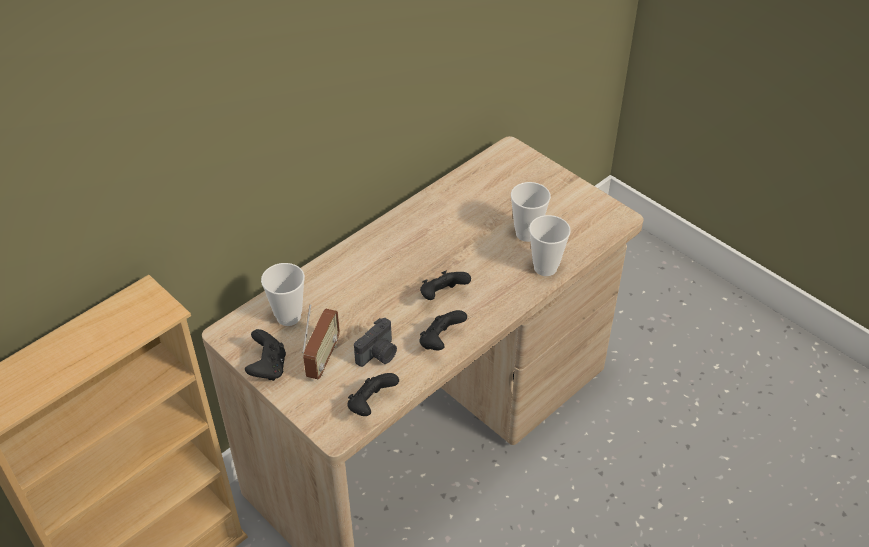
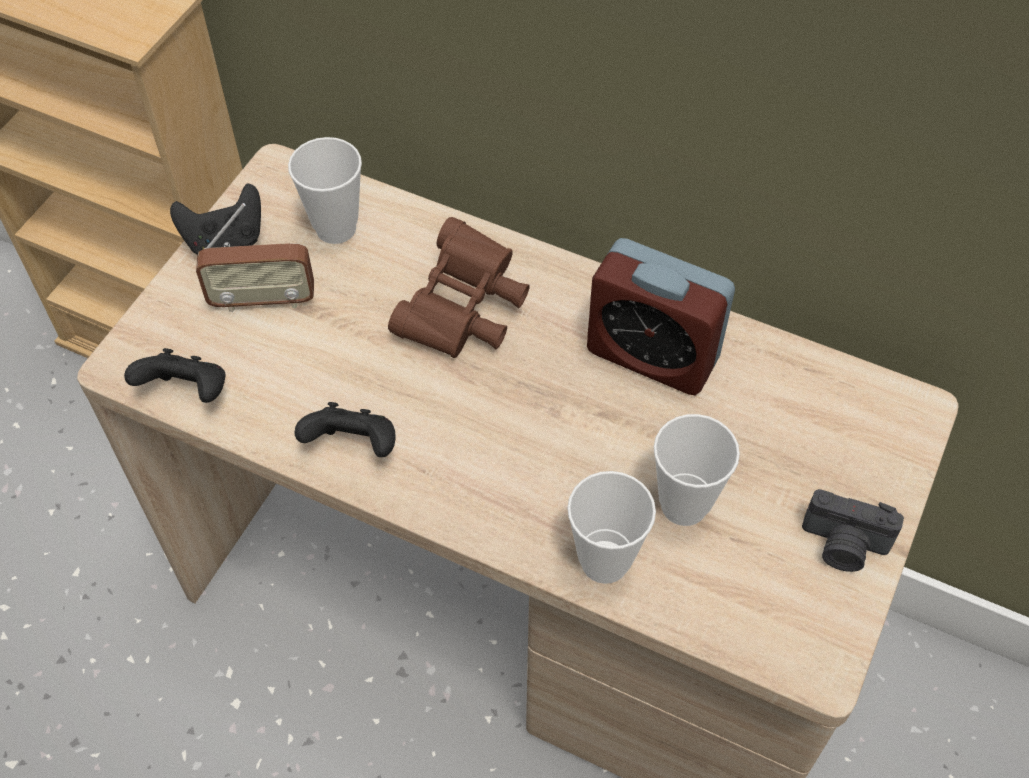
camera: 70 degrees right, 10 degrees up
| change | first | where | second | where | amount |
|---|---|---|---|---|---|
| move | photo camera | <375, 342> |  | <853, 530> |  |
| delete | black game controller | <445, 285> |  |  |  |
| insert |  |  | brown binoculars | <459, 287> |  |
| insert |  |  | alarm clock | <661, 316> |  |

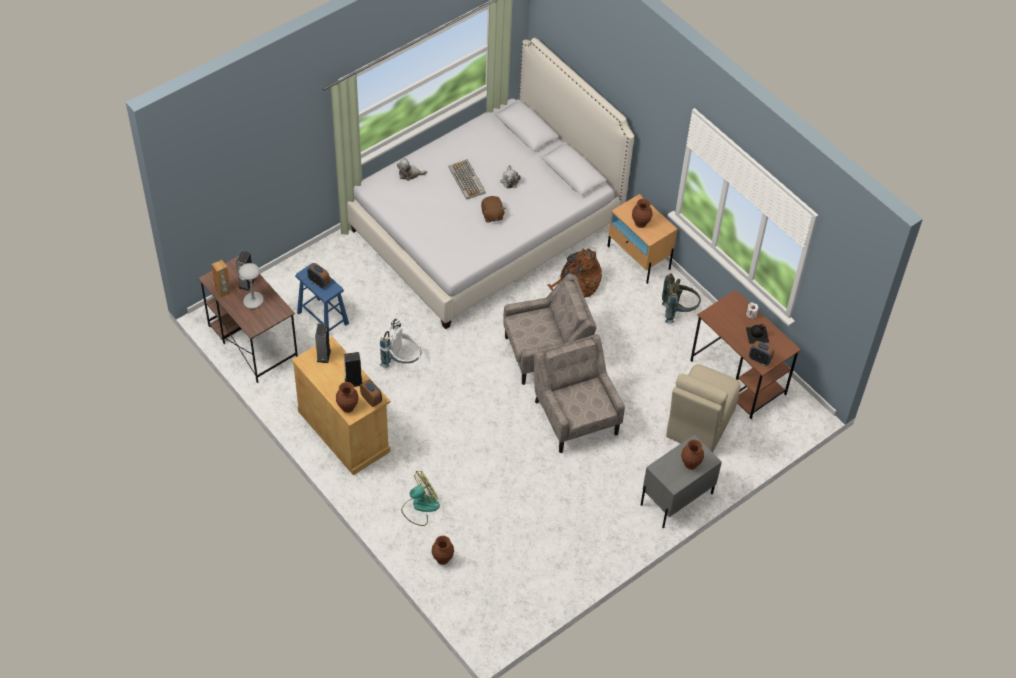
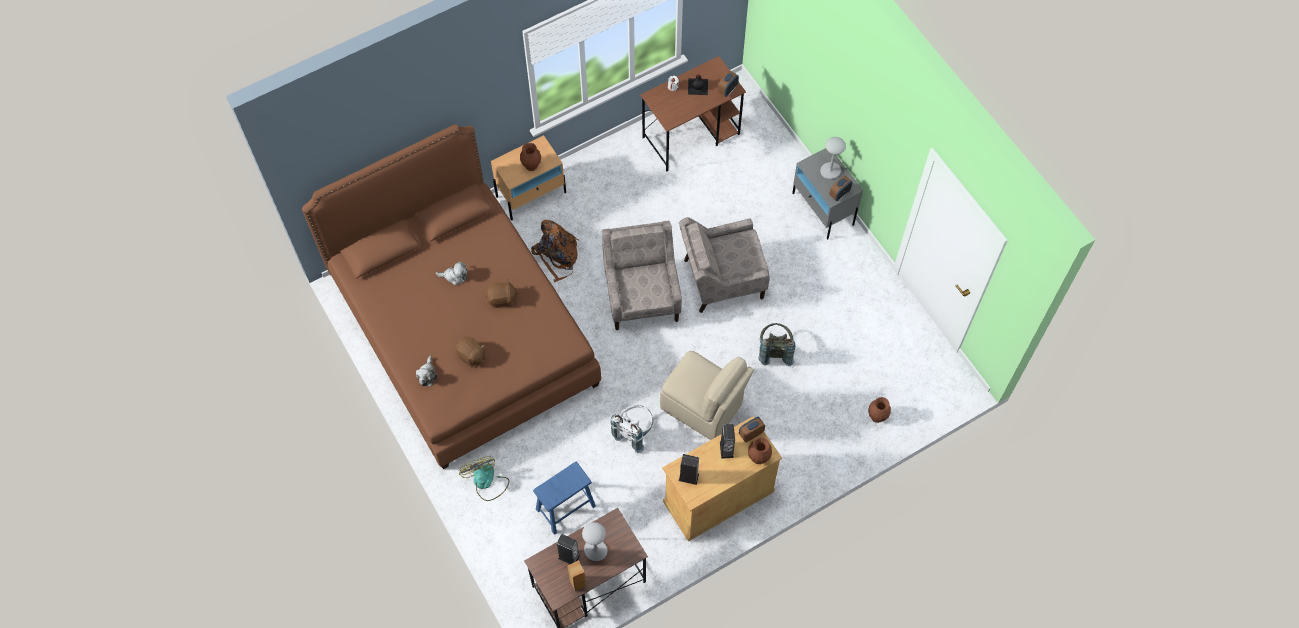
camera: 80 degrees left, 10 degrees up
| change | first | where | second | where | amount |
|---|---|---|---|---|---|
| move | alarm clock | <318, 275> |  | <841, 188> |  |
| recolor | white bed | <490, 183> | brown bed | <451, 297> |  |
| move | fan | <420, 498> |  | <484, 478> |  |
| delete | keyboard | <467, 179> |  |  |  |
| move | grey backpack | <681, 299> |  | <777, 344> |  |
| move | beige chair | <703, 408> |  | <707, 395> |  |
| replace | brown vase | <692, 455> | grey table lamp | <833, 158> |  |
| insert |  |  | brown plush toy | <470, 352> |  |

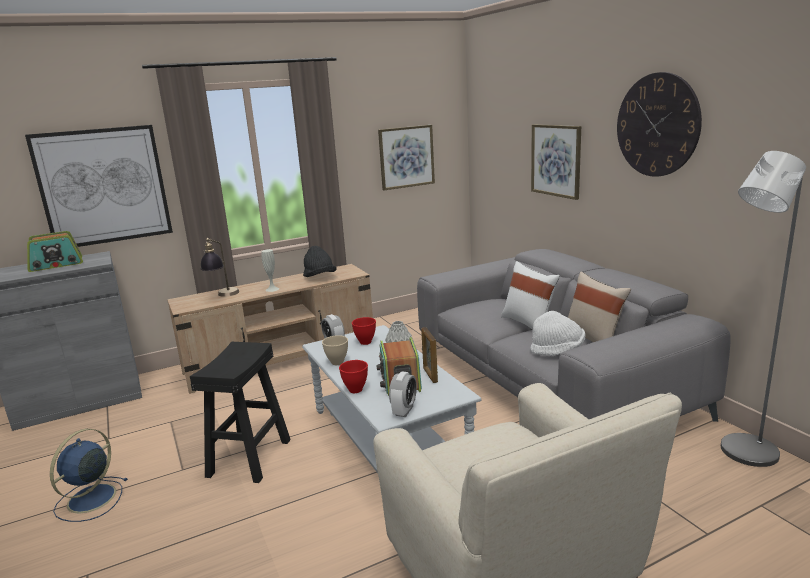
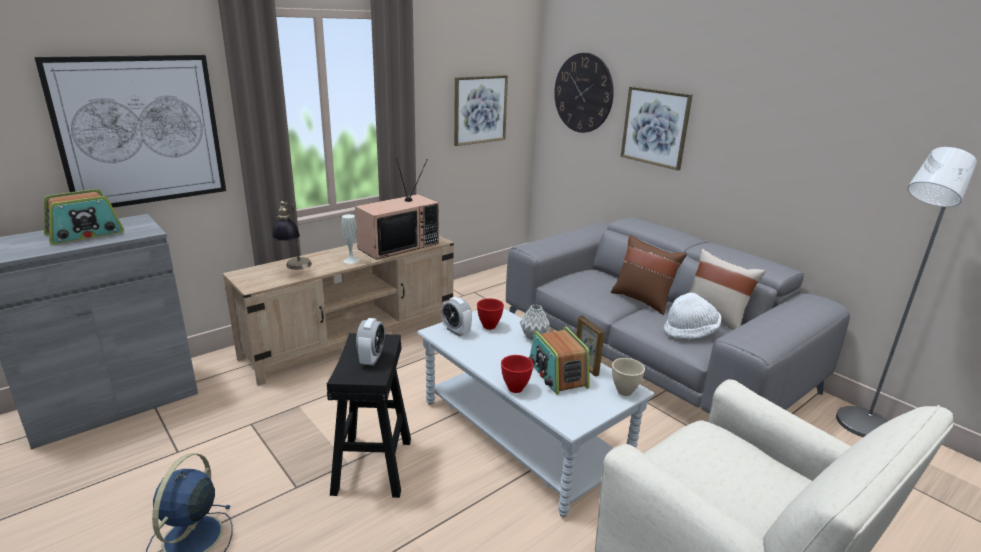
camera: 15 degrees left, 5 degrees up
| change | first | where | second | where | amount |
|---|---|---|---|---|---|
| replace | black hat | <320, 261> | television | <397, 209> |  |
| move | beige bowl | <335, 350> |  | <628, 377> |  |
| move | alarm clock | <403, 394> |  | <370, 342> |  |
| recolor | white pillow | <530, 295> | brown pillow | <649, 275> |  |
| move | wall clock | <659, 124> |  | <584, 93> |  |

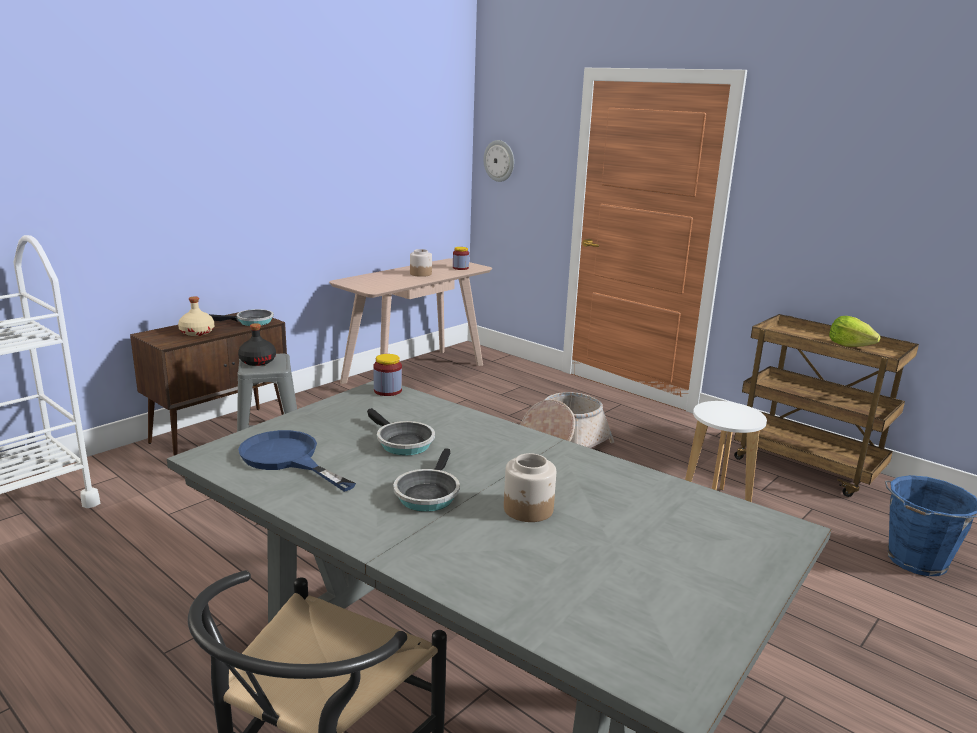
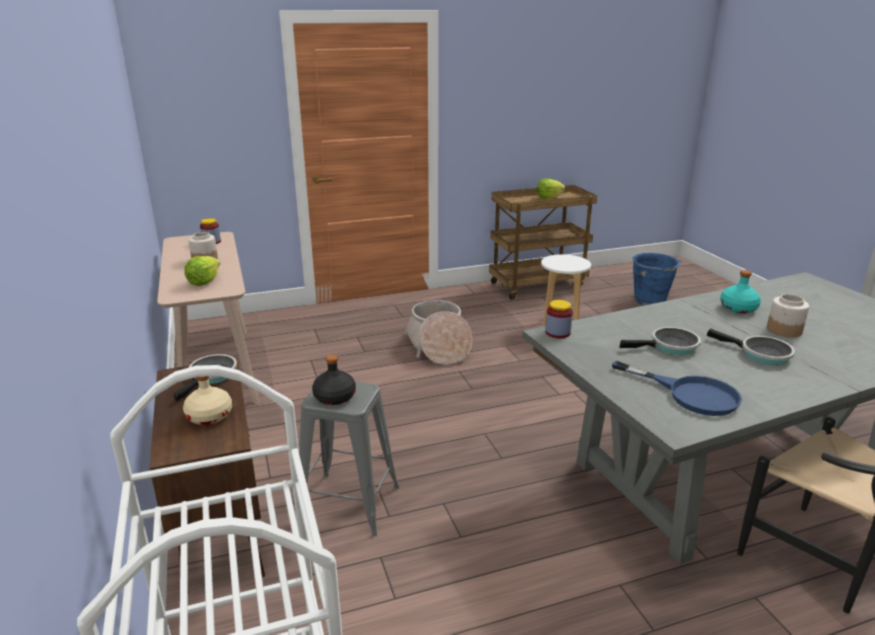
camera: 60 degrees left, 5 degrees up
| change | first | where | second | where | amount |
|---|---|---|---|---|---|
| rotate | blue frying pan | <297, 461> |  | <677, 388> | 120 degrees counterclockwise |
| delete | wall clock | <498, 161> |  |  |  |
| insert |  |  | lettuce | <202, 271> |  |
| insert |  |  | turquoise bottle | <740, 292> |  |

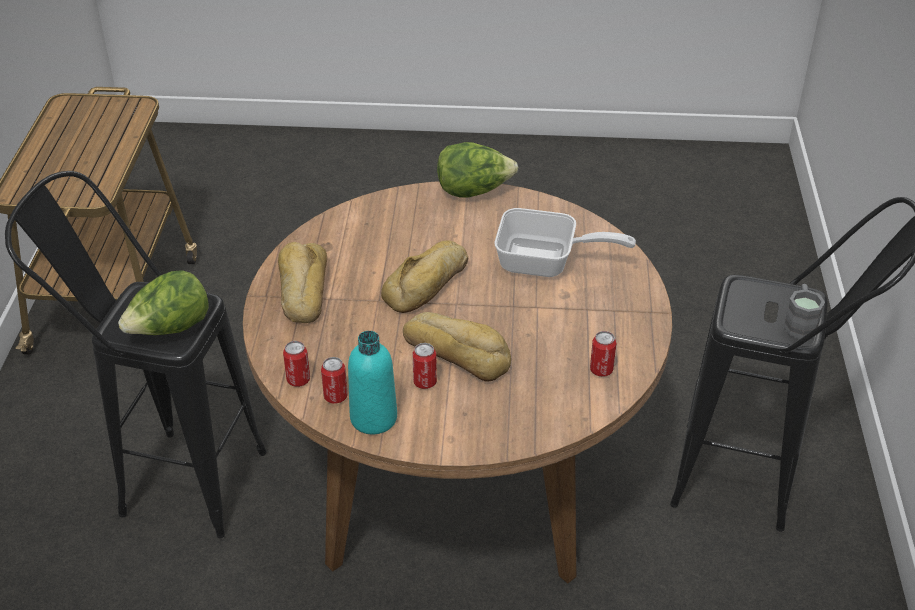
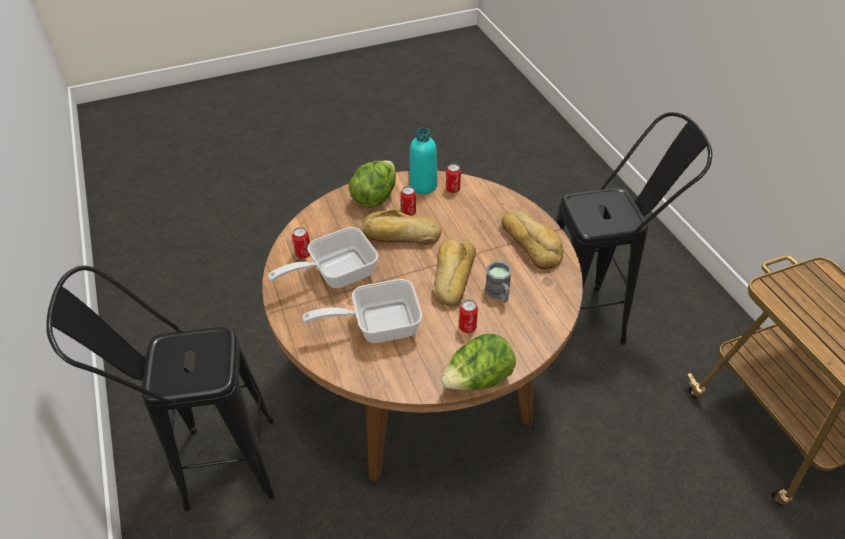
camera: 155 degrees right, 5 degrees up
| change | first | where | second | where | amount |
|---|---|---|---|---|---|
| move | lettuce | <163, 302> |  | <372, 184> |  |
| move | can | <296, 364> |  | <468, 316> |  |
| move | grey mug | <804, 312> |  | <498, 281> |  |
| insert |  |  | frying pan | <323, 257> |  |

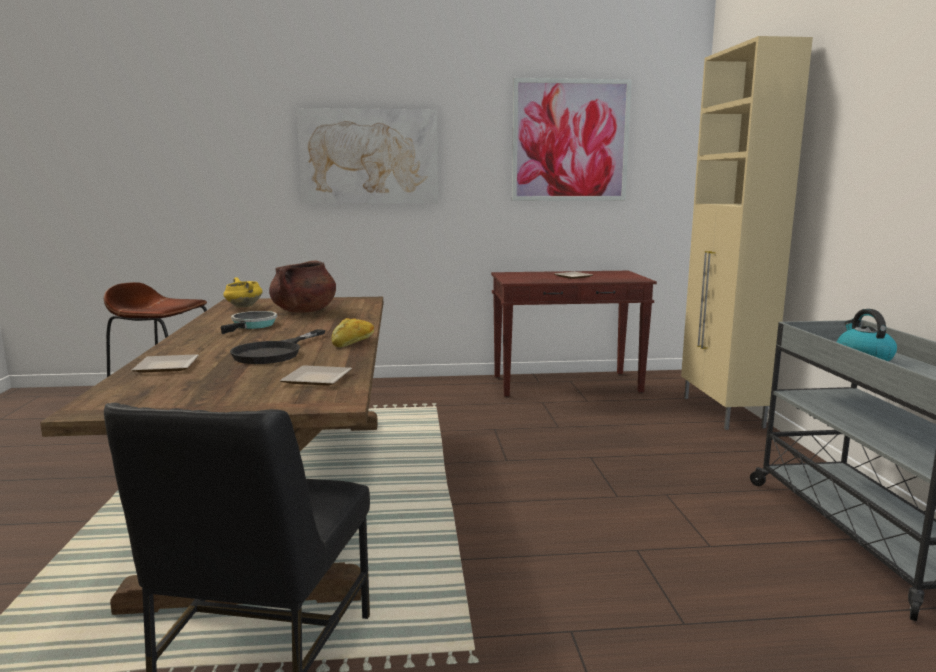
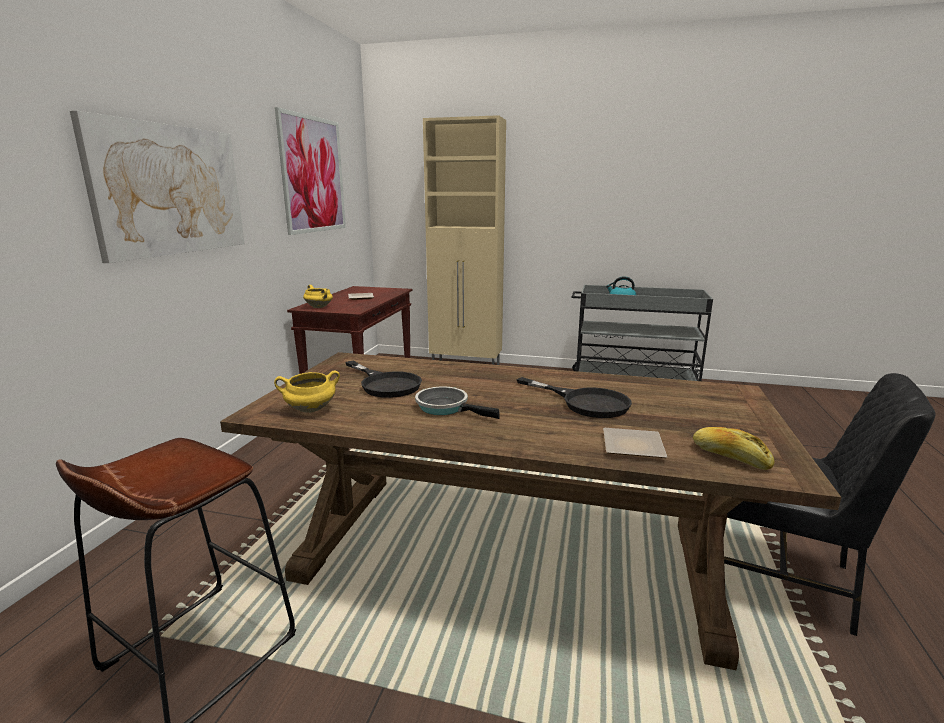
camera: 70 degrees left, 5 degrees up
| change | first | where | second | where | amount |
|---|---|---|---|---|---|
| replace | brown cooking pot | <302, 286> | black frying pan | <383, 379> |  |
| delete | plate | <316, 375> |  |  |  |
| move | bread | <352, 332> |  | <734, 448> |  |
| insert |  |  | yellow cooking pot | <318, 296> |  |

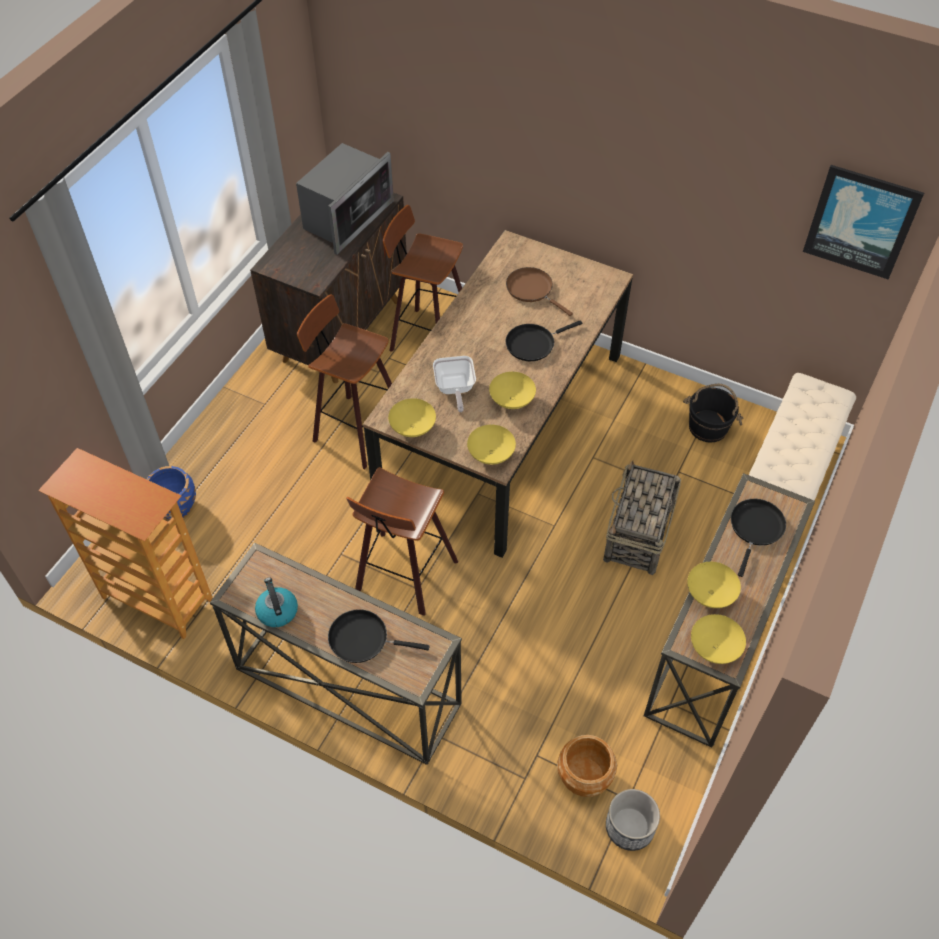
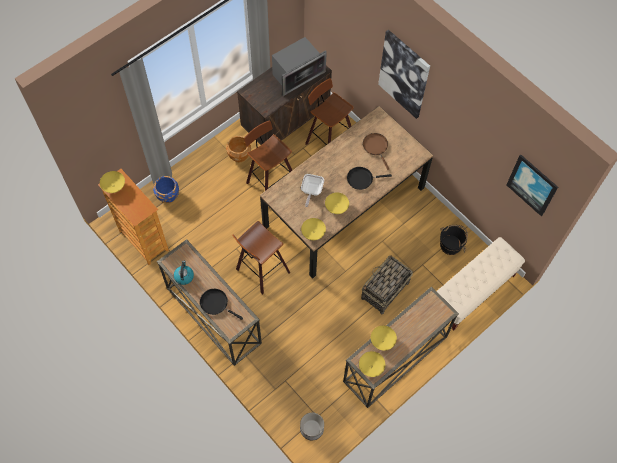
camera: 20 degrees right, 10 degrees up
| change | first | where | second | where | amount |
|---|---|---|---|---|---|
| move | yellow bowl | <412, 417> |  | <112, 182> |  |
| move | brown planter | <587, 766> |  | <238, 149> |  |
| delete | black frying pan | <758, 538> |  |  |  |
| insert |  |  | picture | <404, 74> |  |

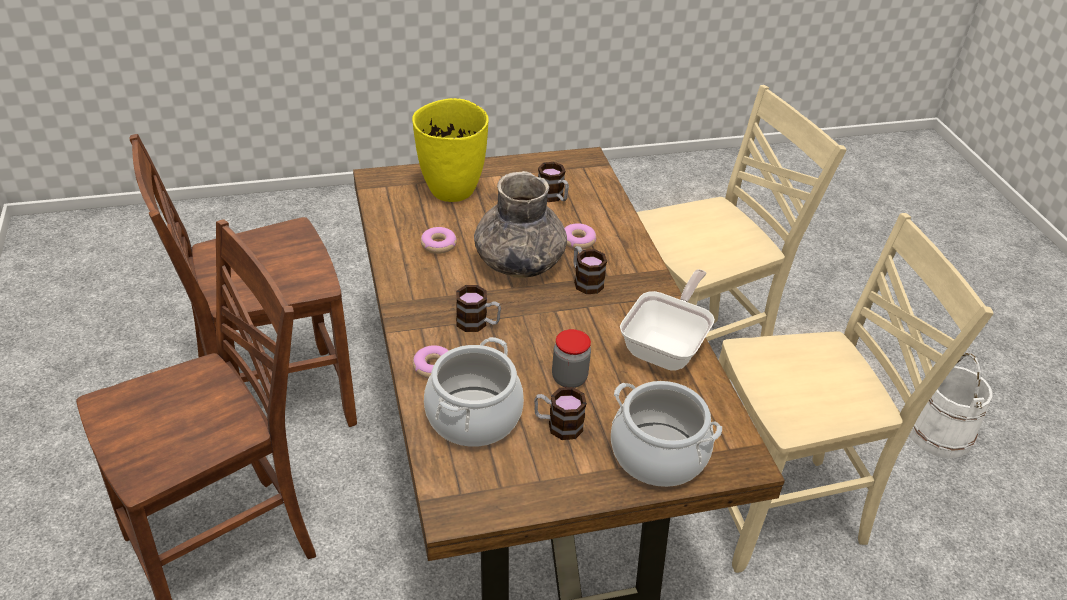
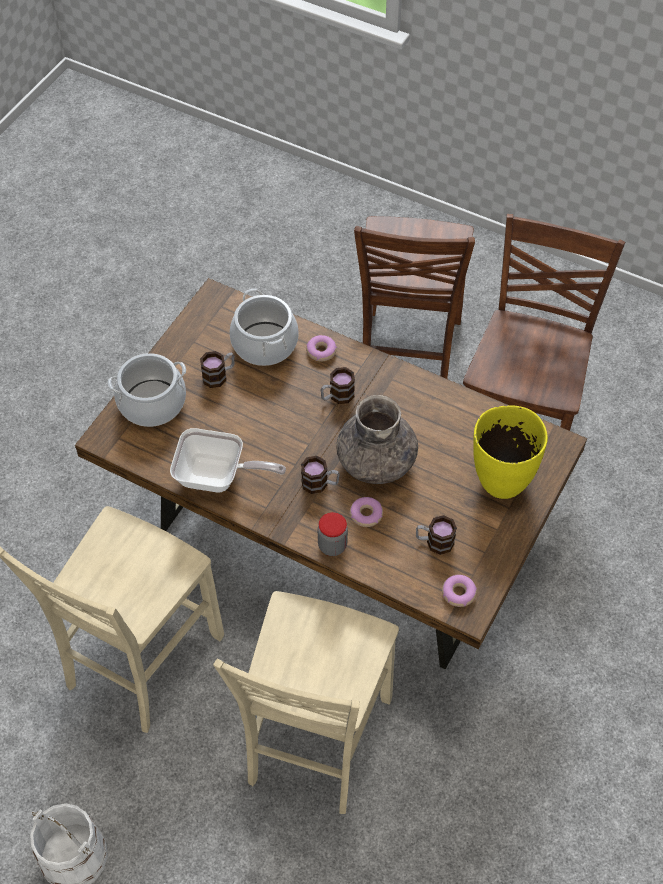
camera: 135 degrees right, 15 degrees up
| change | first | where | second | where | amount |
|---|---|---|---|---|---|
| move | donut | <439, 240> |  | <459, 591> |  |
| move | jar | <571, 358> |  | <333, 534> |  |
| rotate | frying pan | <667, 320> |  | <228, 460> | 60 degrees counterclockwise |

